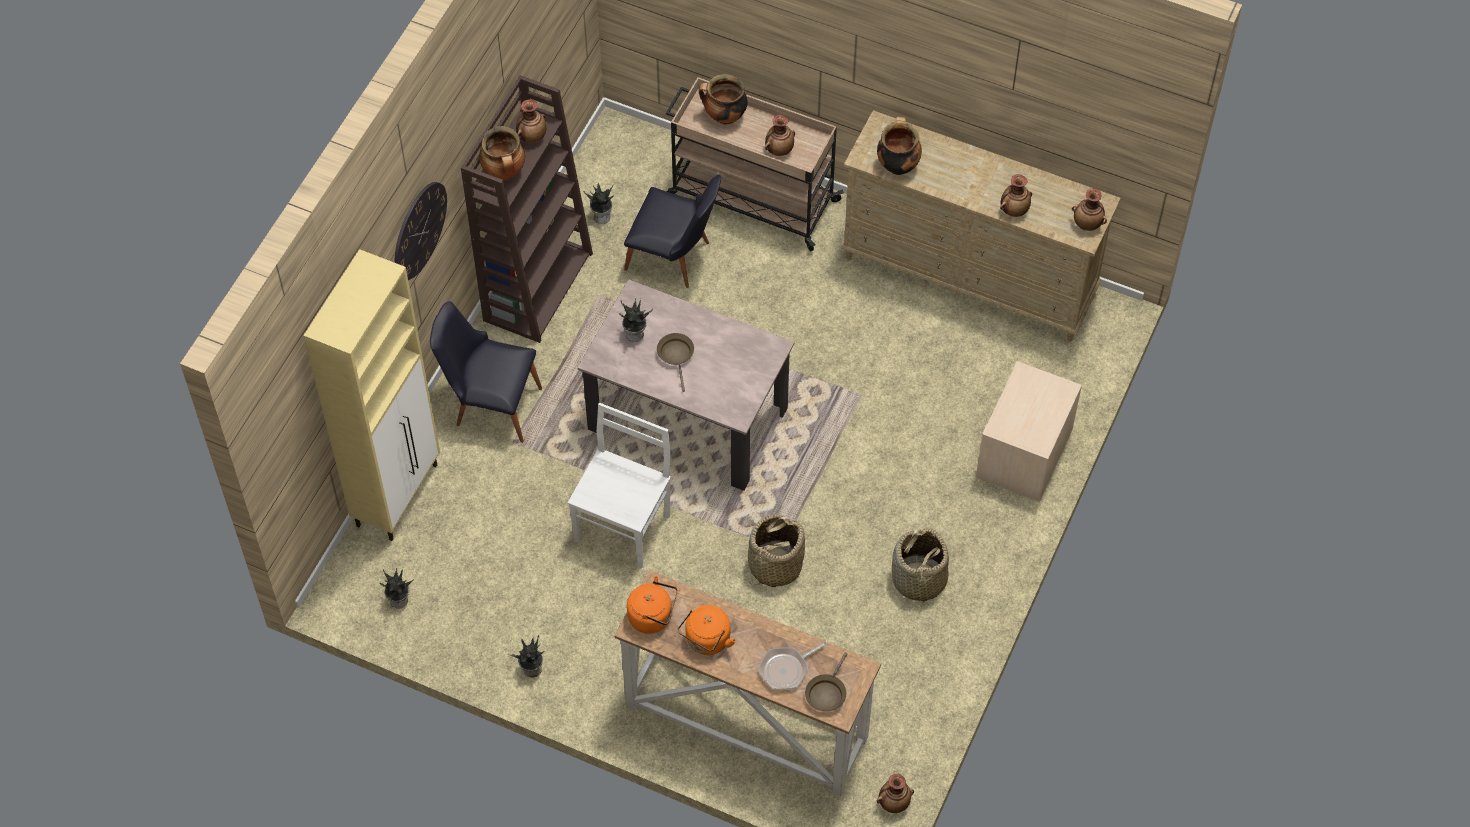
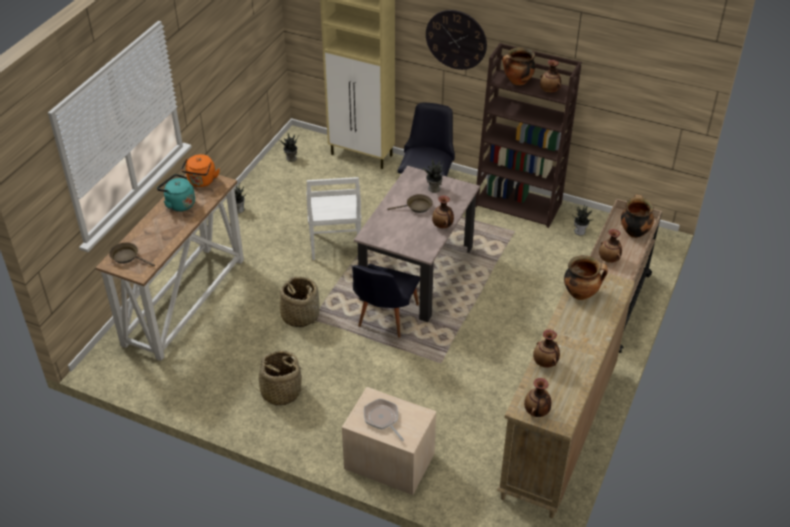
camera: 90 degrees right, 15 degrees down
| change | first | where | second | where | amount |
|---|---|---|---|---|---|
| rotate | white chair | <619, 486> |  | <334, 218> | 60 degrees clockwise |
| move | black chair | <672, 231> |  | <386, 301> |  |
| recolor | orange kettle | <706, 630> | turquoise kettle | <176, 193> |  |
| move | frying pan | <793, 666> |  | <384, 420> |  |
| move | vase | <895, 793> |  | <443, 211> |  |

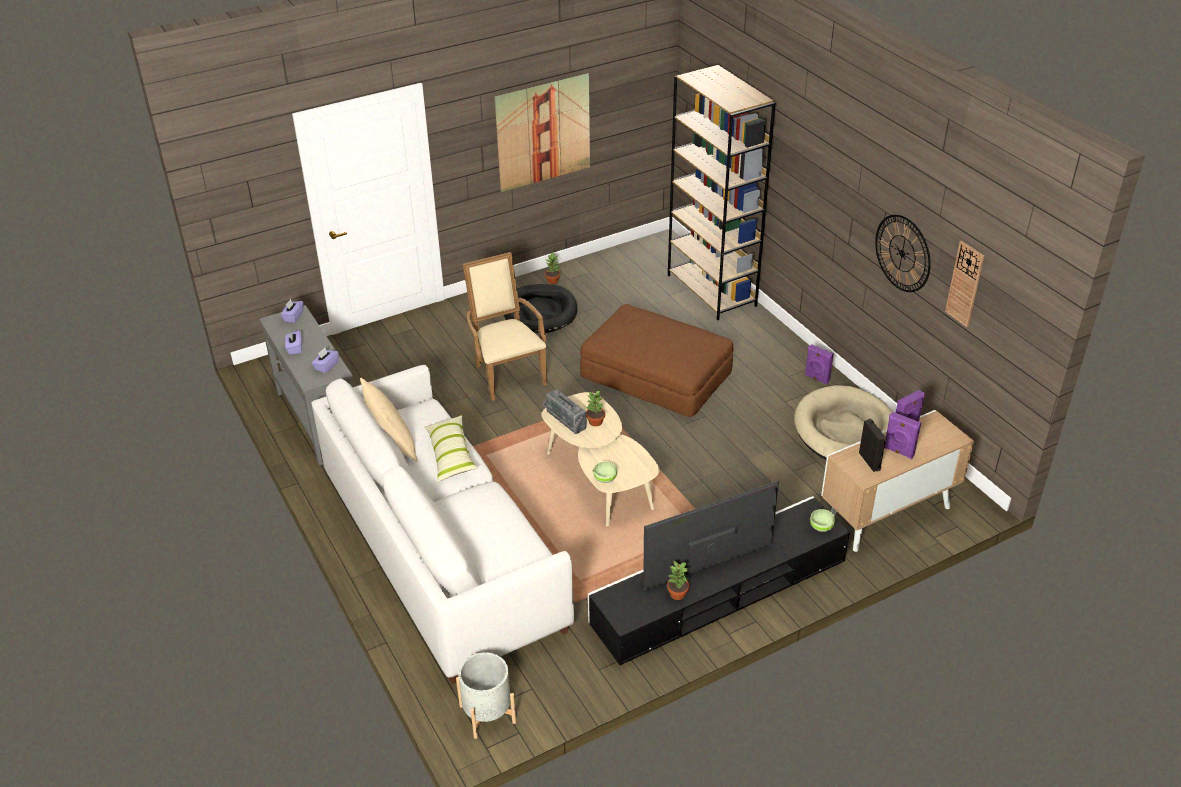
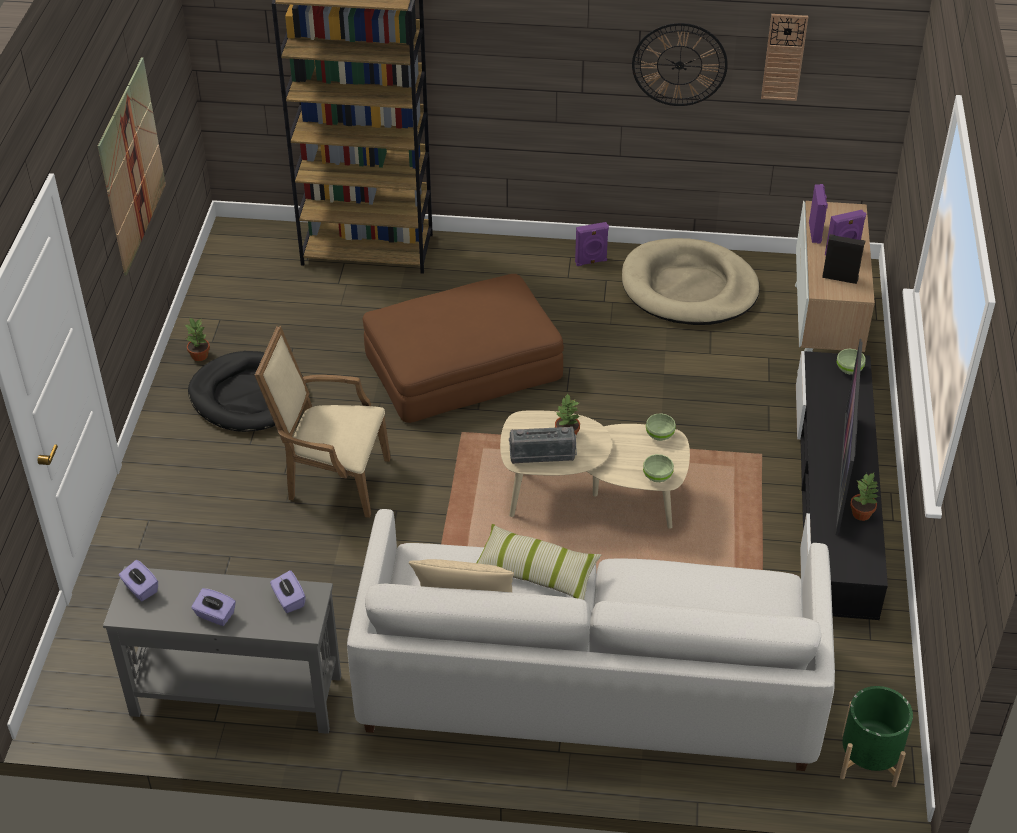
camera: 55 degrees left, 5 degrees up
| change | first | where | second | where | amount |
|---|---|---|---|---|---|
| recolor | grey planter | <486, 695> | green planter | <876, 736> |  |
| insert |  |  | green bowl | <661, 427> |  |

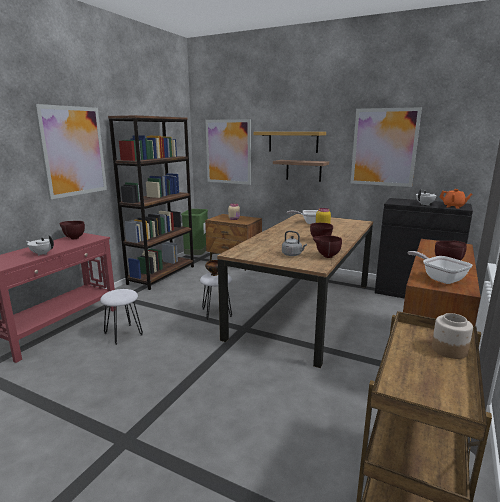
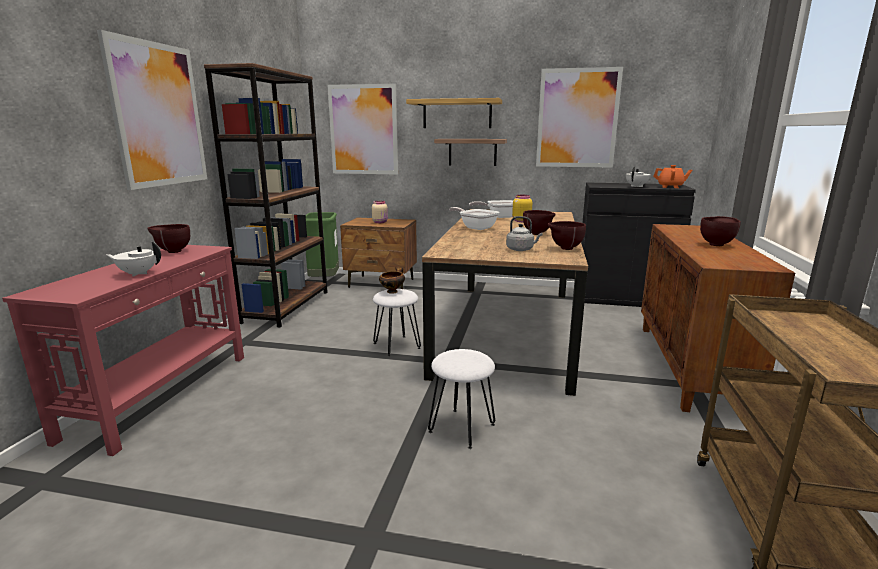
camera: 15 degrees left, 0 degrees up
| change | first | where | second | where | amount |
|---|---|---|---|---|---|
| move | white stool | <121, 317> |  | <461, 399> |  |
| move | frying pan | <440, 267> |  | <474, 218> |  |
| delete | jar | <452, 336> |  |  |  |

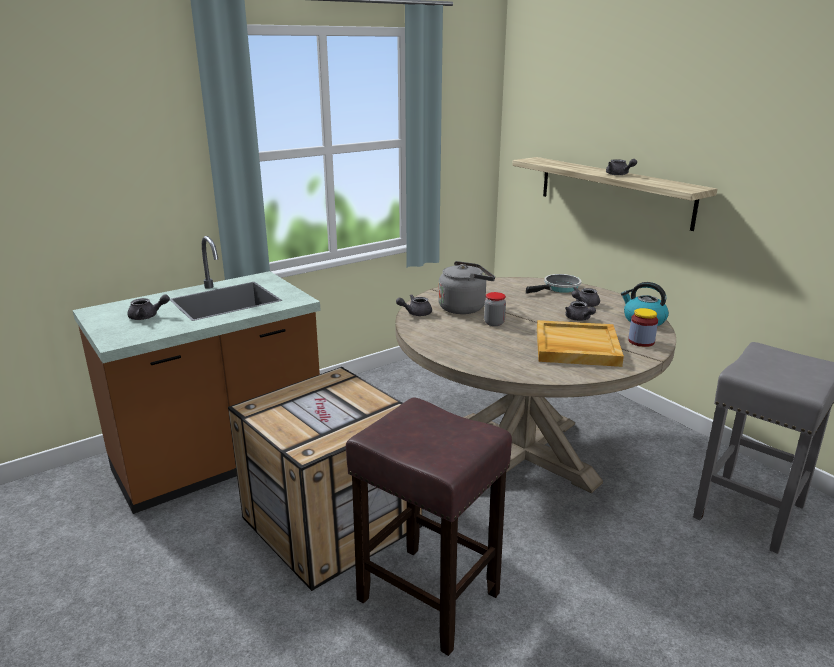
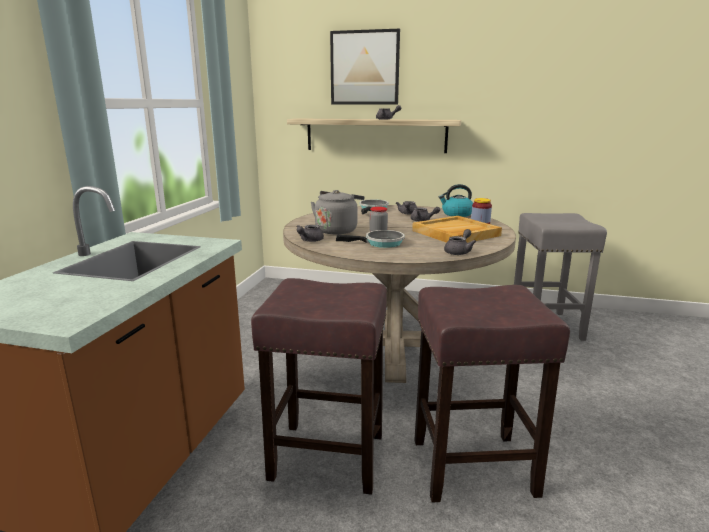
camera: 40 degrees left, 5 degrees down
| change | first | where | second | where | amount |
|---|---|---|---|---|---|
| move | grey teapot | <149, 307> |  | <460, 242> |  |
| replace | crate | <325, 479> | brown stool | <319, 386> |  |
| insert |  |  | picture | <365, 67> |  |
| insert |  |  | frying pan | <370, 239> |  |

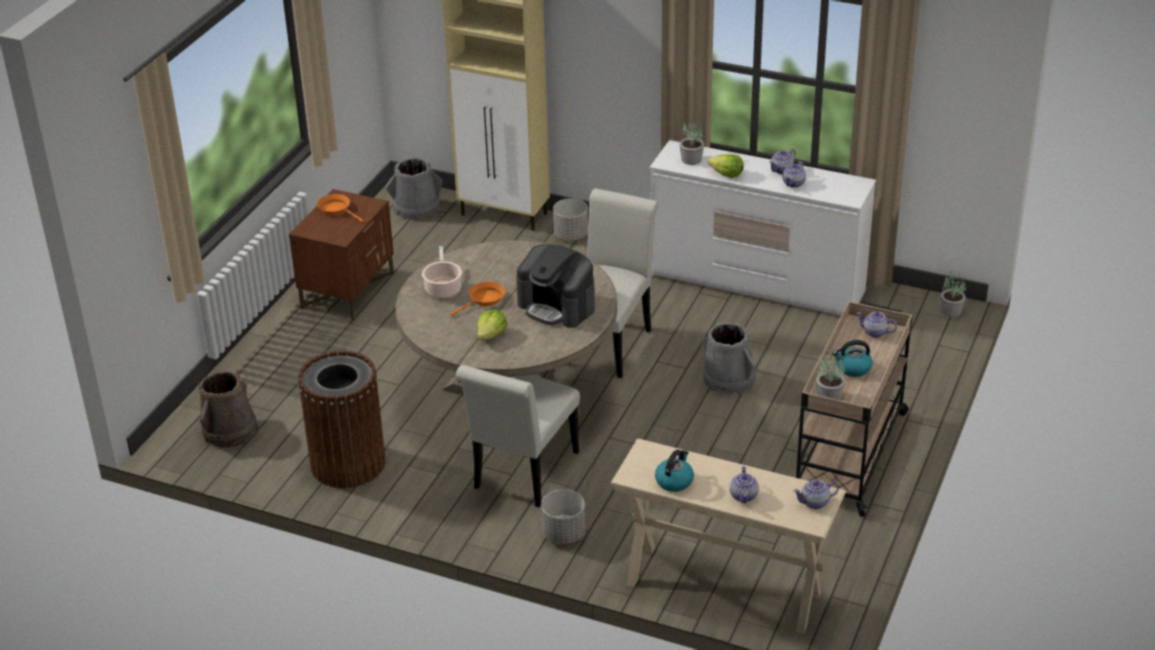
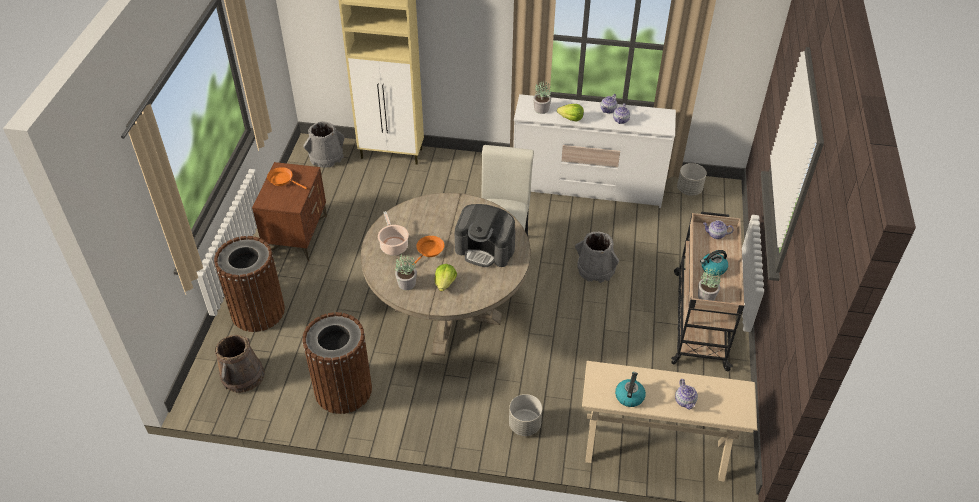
camera: 15 degrees left, 10 degrees up
| change | first | where | second | where | amount |
|---|---|---|---|---|---|
| delete | white chair | <518, 436> |  |  |  |
| move | grey planter | <570, 219> |  | <691, 179> |  |
| delete | teapot | <816, 494> |  |  |  |
| move | potted plant | <953, 294> |  | <406, 272> |  |
| insert |  |  | brown trash can | <249, 284> |  |

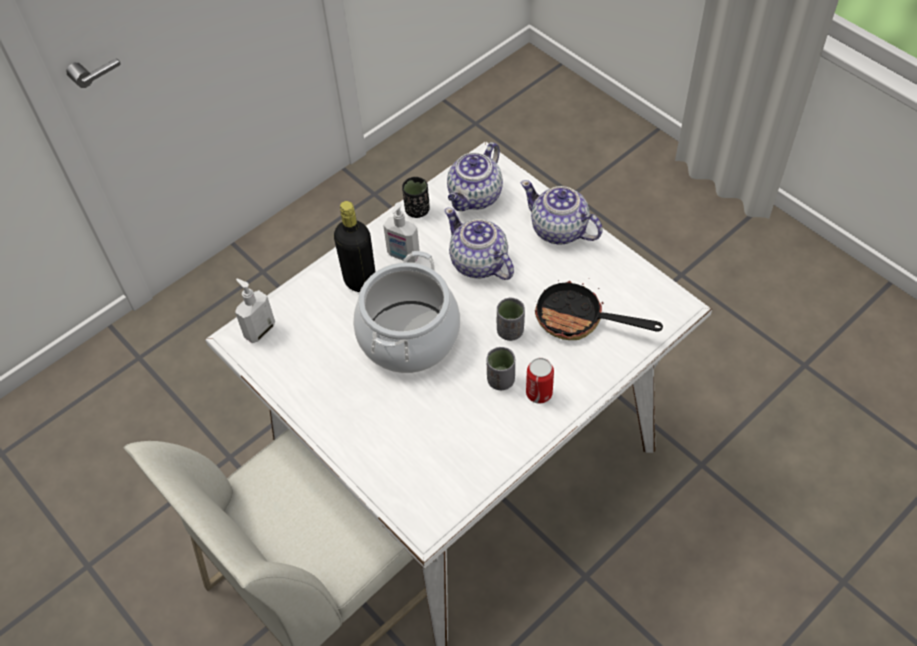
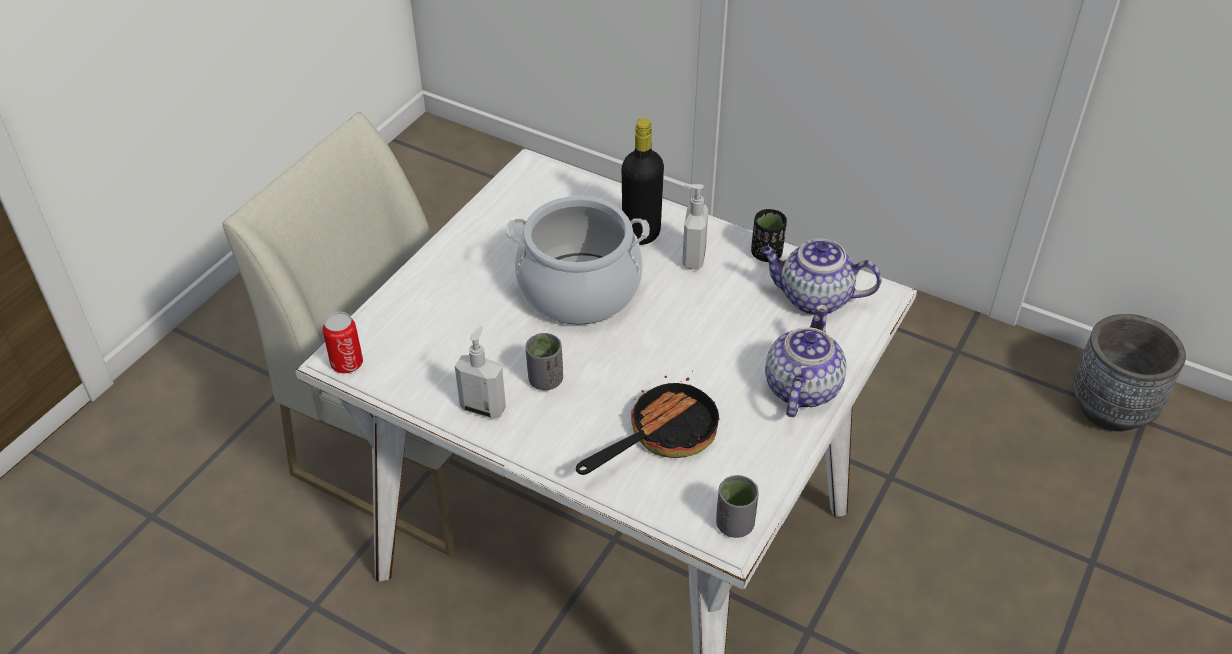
camera: 70 degrees right, 10 degrees down
| change | first | where | second | where | amount |
|---|---|---|---|---|---|
| move | soap dispenser | <255, 311> |  | <480, 372> |  |
| delete | teapot | <479, 244> |  |  |  |
| move | grey cup | <511, 319> |  | <737, 506> |  |
| move | can | <540, 381> |  | <342, 342> |  |
| rotate | frying pan | <599, 309> |  | <648, 423> | 45 degrees clockwise |
| insert |  |  | grey planter | <1129, 373> |  |

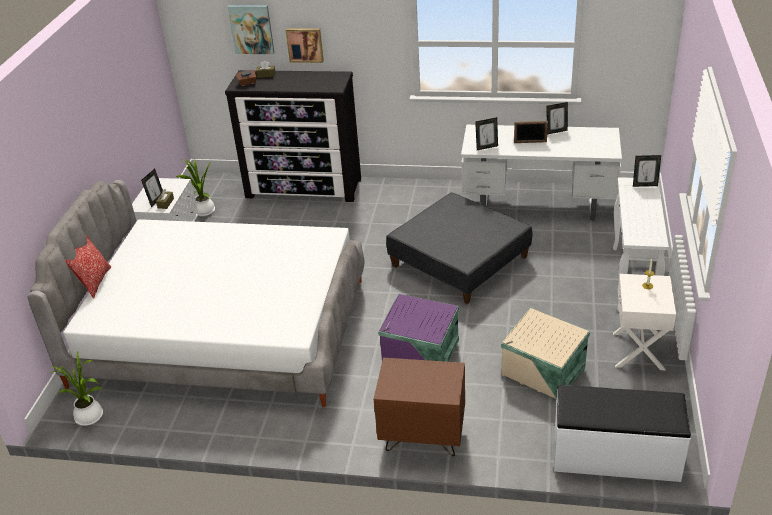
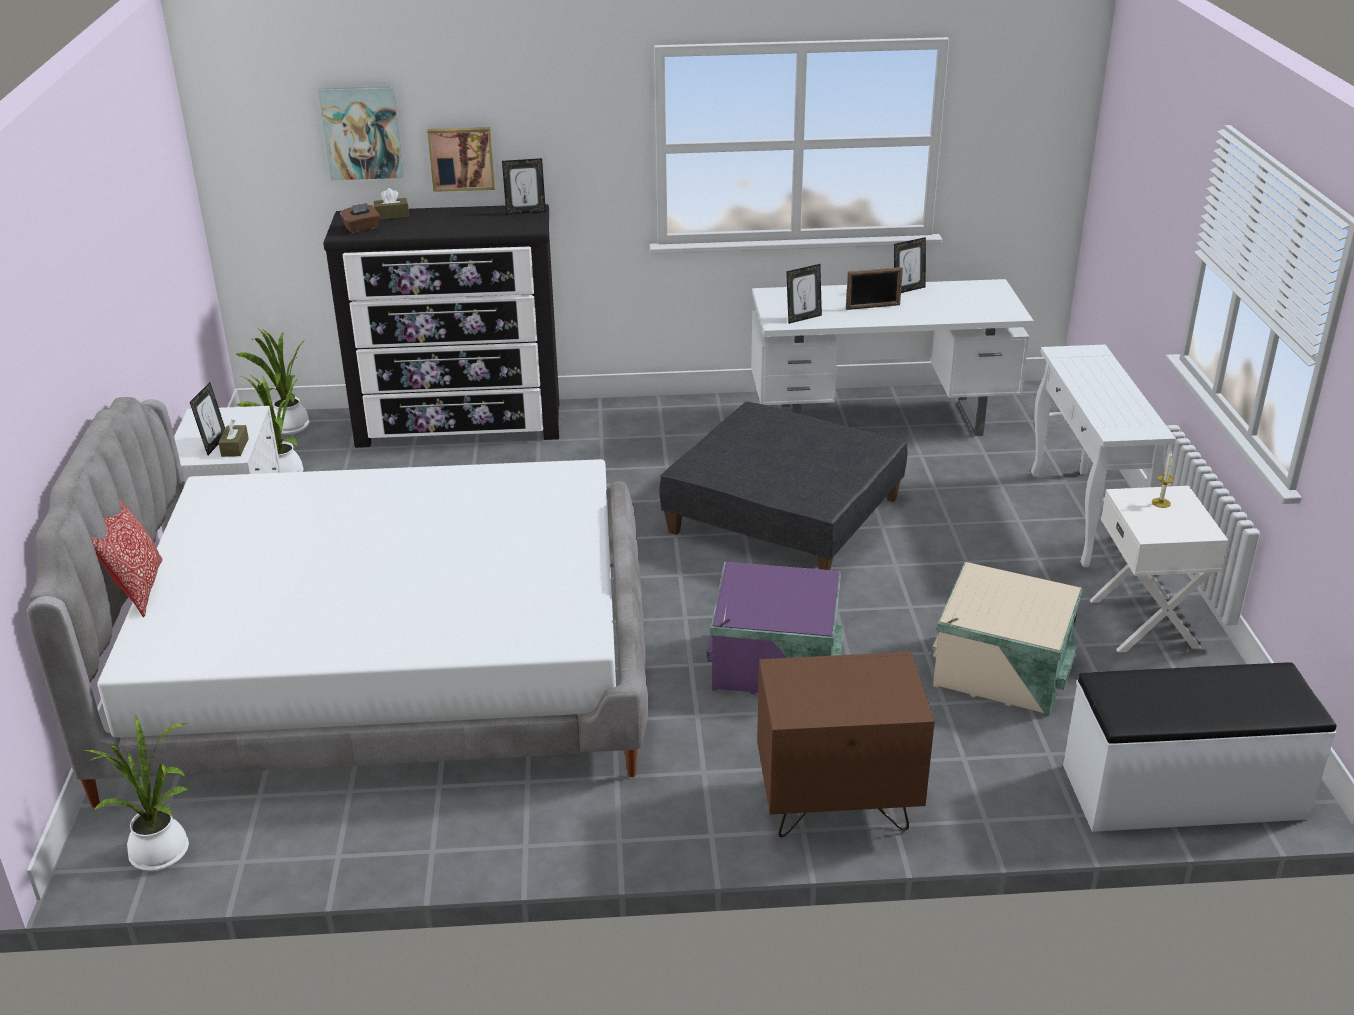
camera: 15 degrees left, 5 degrees down
| change | first | where | second | where | amount |
|---|---|---|---|---|---|
| move | picture frame | <647, 171> |  | <524, 186> |  |
| insert |  |  | potted plant | <272, 381> |  |

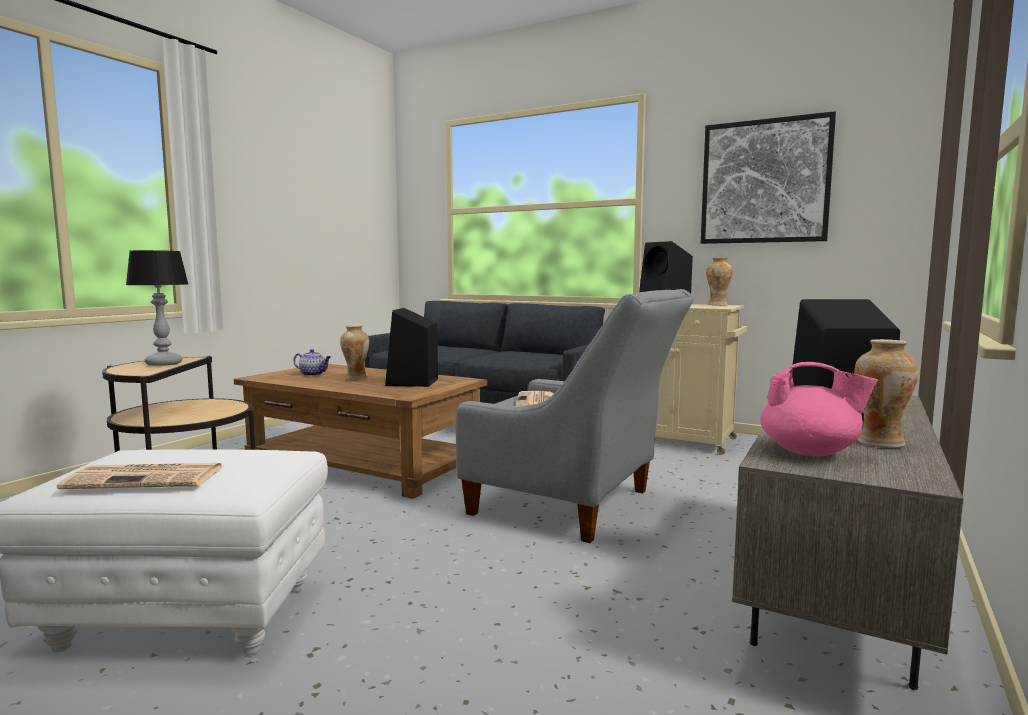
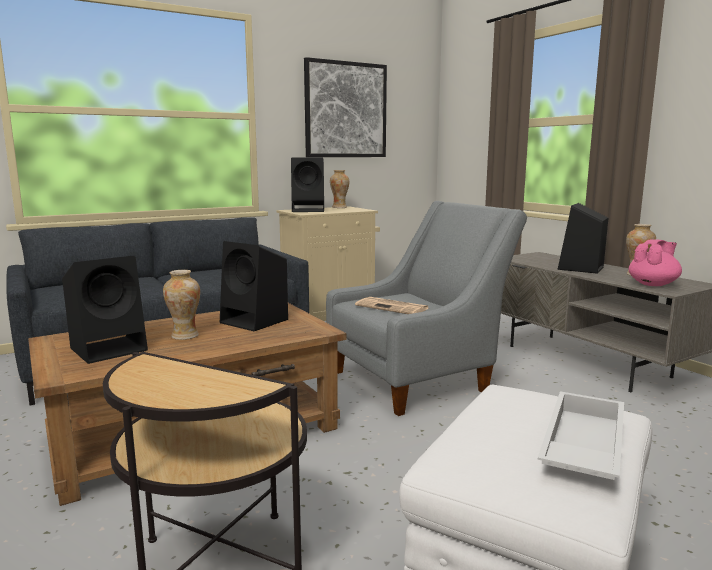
camera: 60 degrees left, 5 degrees up
| change | first | where | second | where | amount |
|---|---|---|---|---|---|
| replace | newspaper | <140, 476> | white tray | <581, 435> |  |
| delete | table lamp | <157, 308> |  |  |  |
| replace | teapot | <312, 362> | black speaker | <105, 310> |  |

